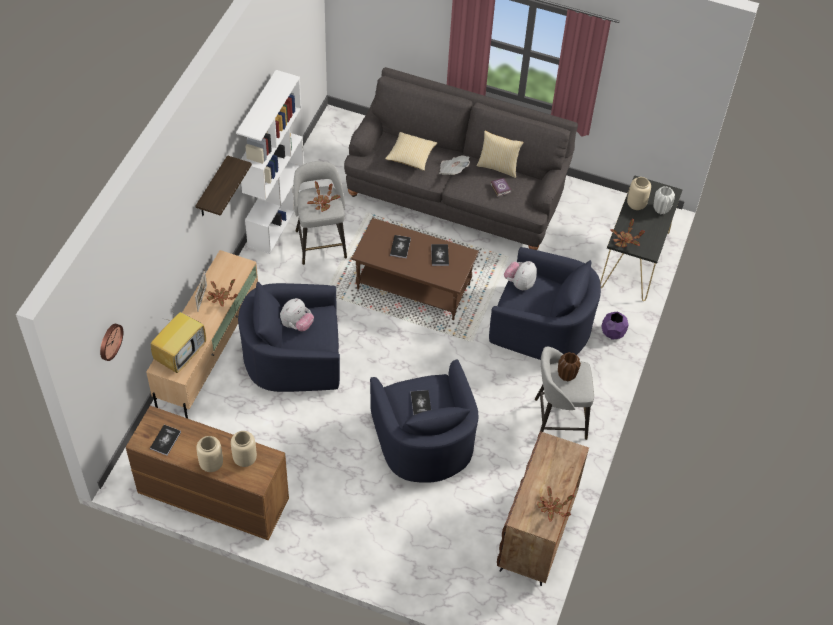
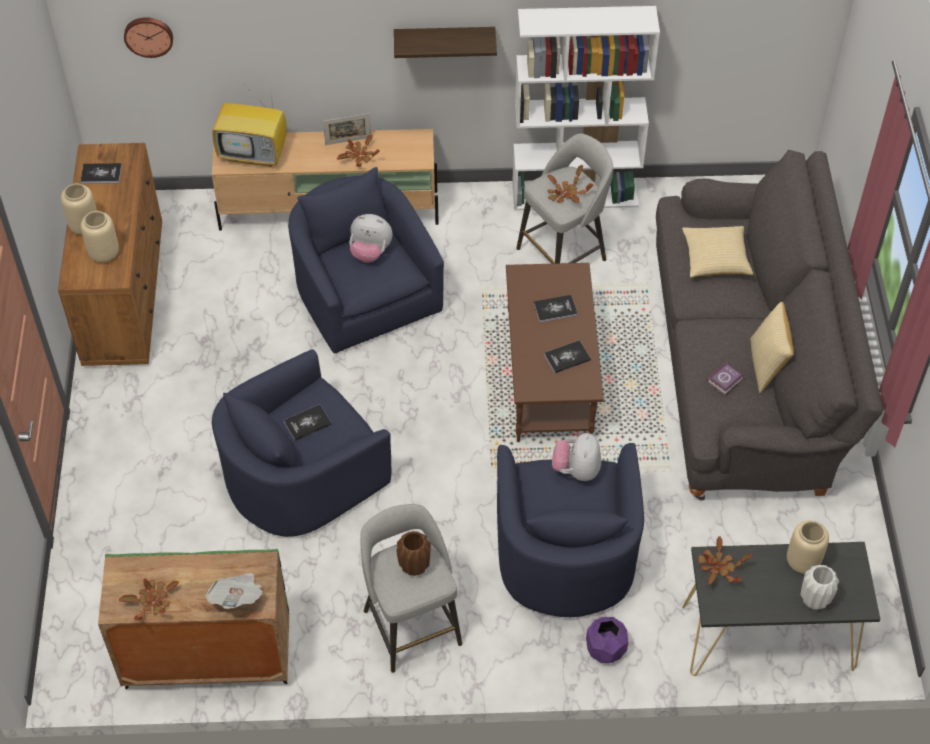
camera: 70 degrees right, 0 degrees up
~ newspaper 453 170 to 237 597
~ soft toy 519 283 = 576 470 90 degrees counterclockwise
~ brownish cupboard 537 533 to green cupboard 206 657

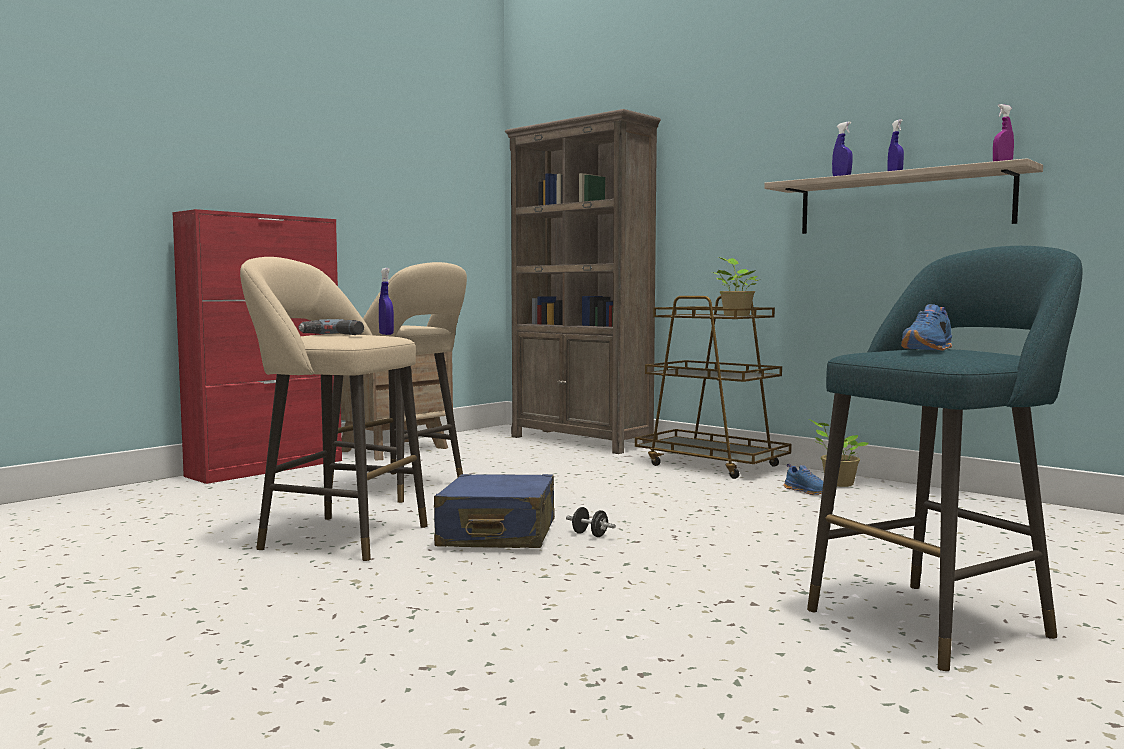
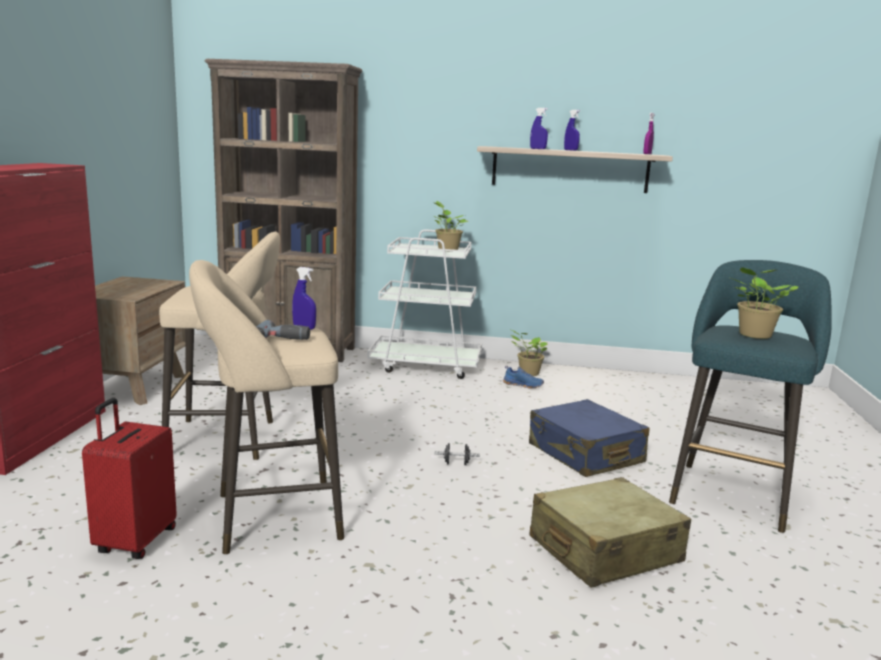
camera: 35 degrees left, 10 degrees up
~ brownish wheeled cart 711 465 to whitish wheeled cart 426 365
~ blue-coloured item of footwear 929 349 to houseplant 753 335
~ blue-coloured suitcase 497 534 to 585 454
+ reddish suitcase 135 541
+ beige-coloured suitcase 604 550

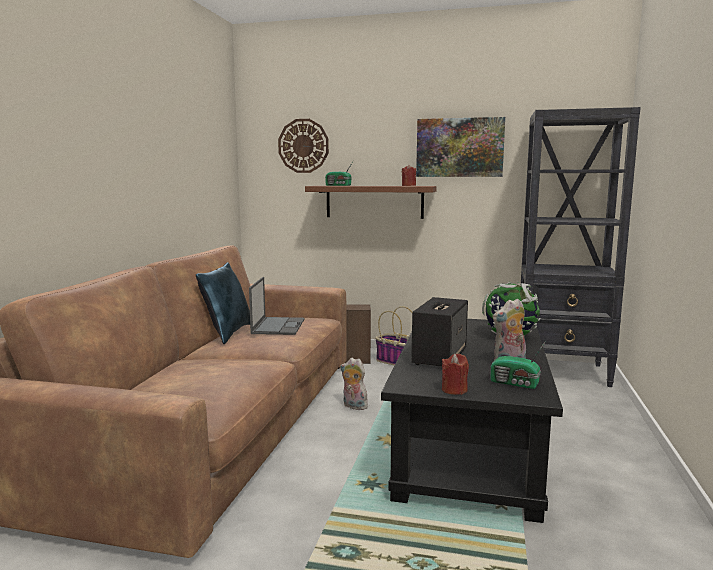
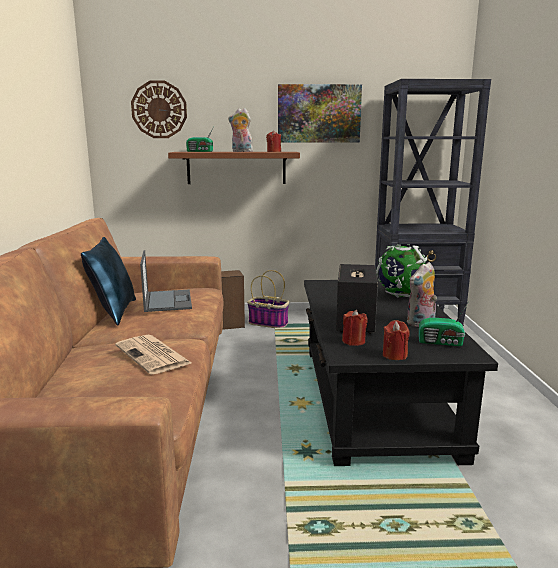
camera: 15 degrees left, 5 degrees up
~ soft toy 353 406 to 241 152
+ reddish wax candle 353 341
+ newspaper 153 355

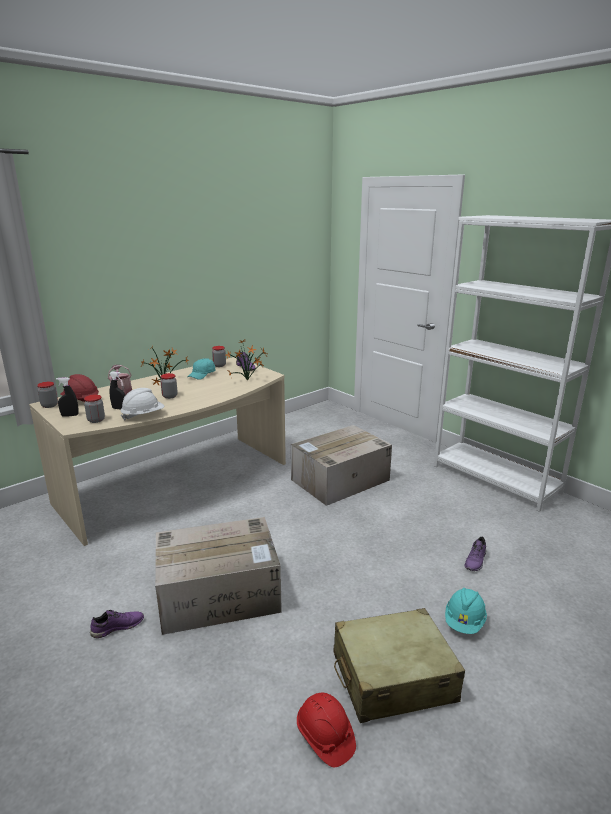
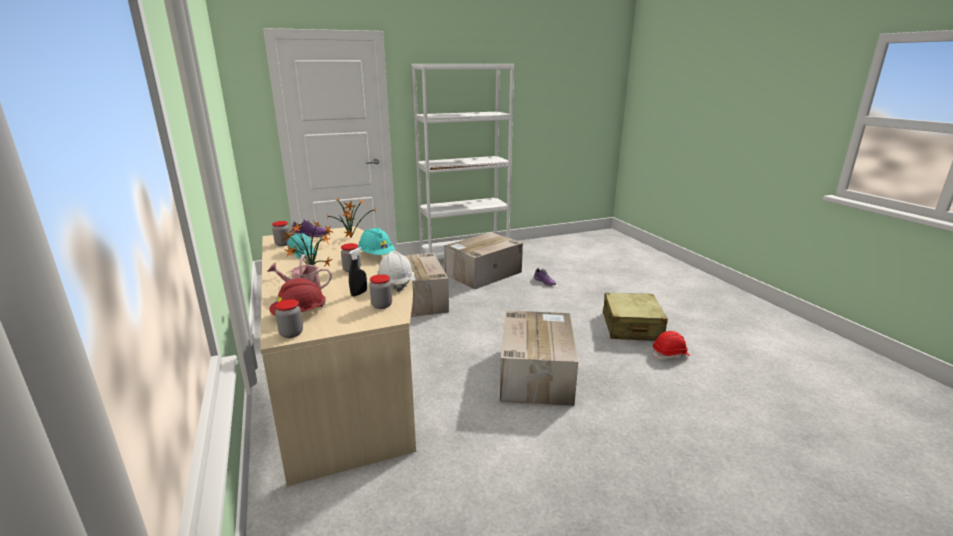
camera: 70 degrees left, 0 degrees up
- black-coloured sprayer 70 415
~ turquoise safety helmet 464 622 to 377 255
- purplish item of footwear 118 627
+ packing box 482 274

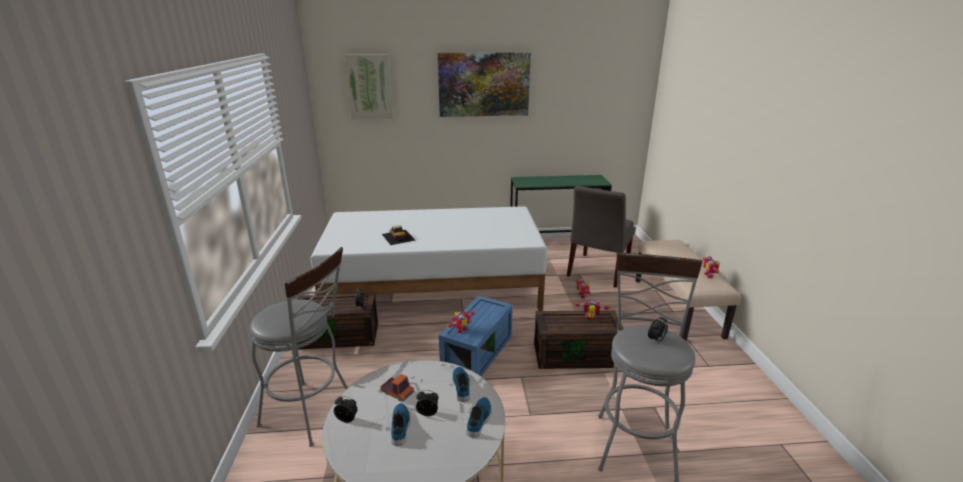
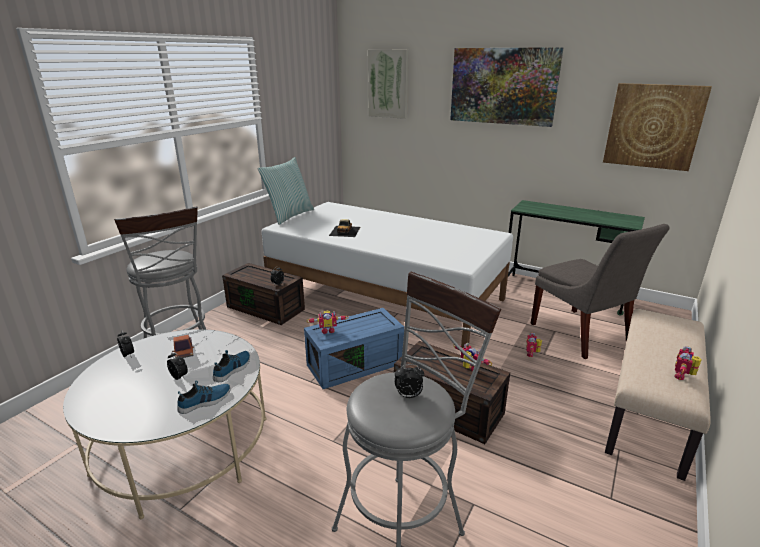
camera: 35 degrees right, 0 degrees up
~ gray upright chair 597 271 = 582 335 90 degrees counterclockwise
- item of footwear 401 426
+ wall art 653 126
+ throw pillow 289 215

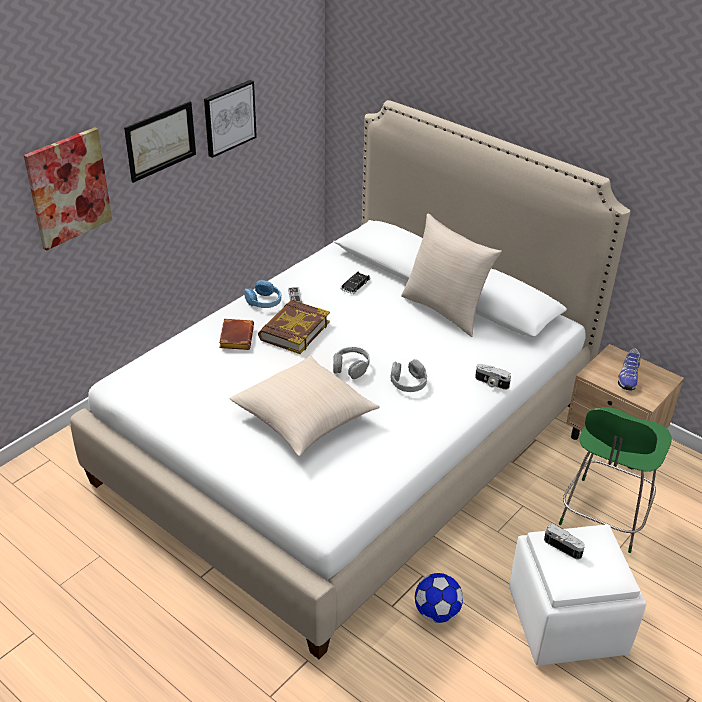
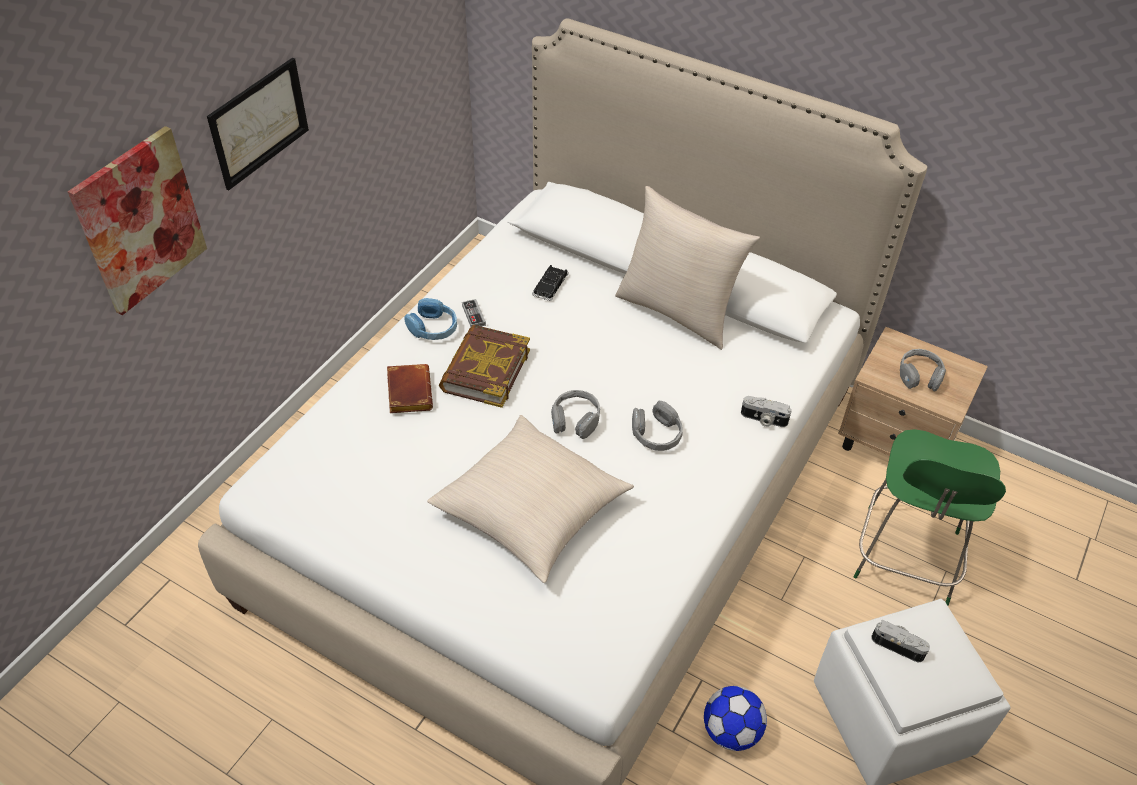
camera: 10 degrees left, 10 degrees up
- wall art 229 118
~ item of footwear 627 378 to gray headset 919 375

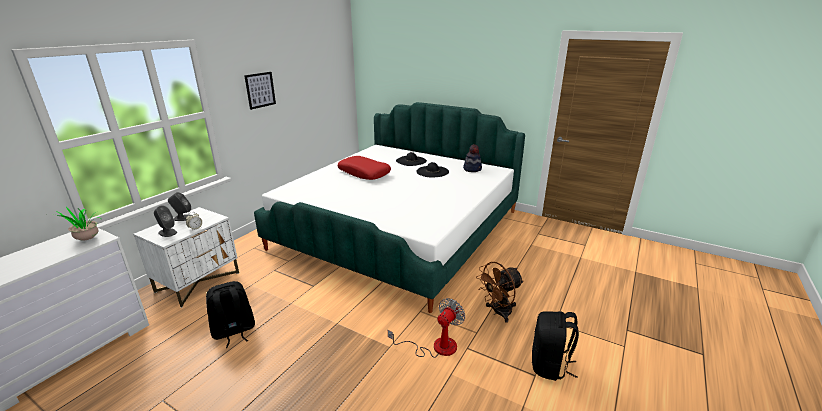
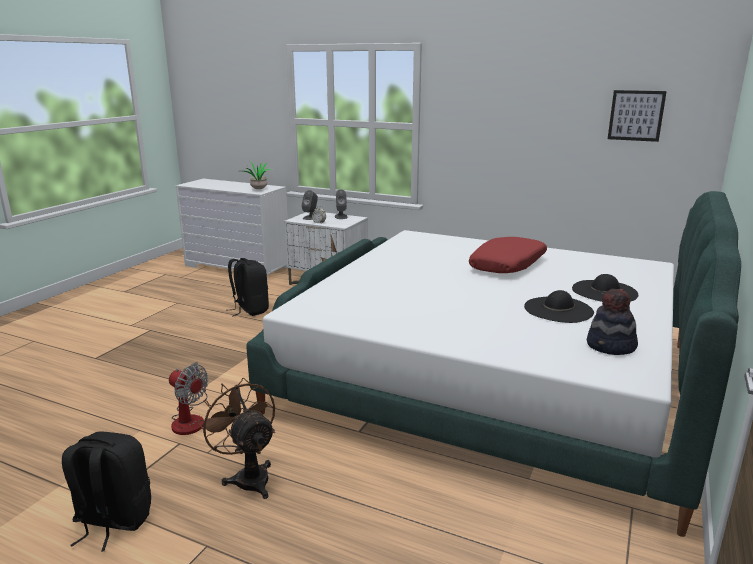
camera: 85 degrees right, 5 degrees down
~ wall art 260 90 to 636 115

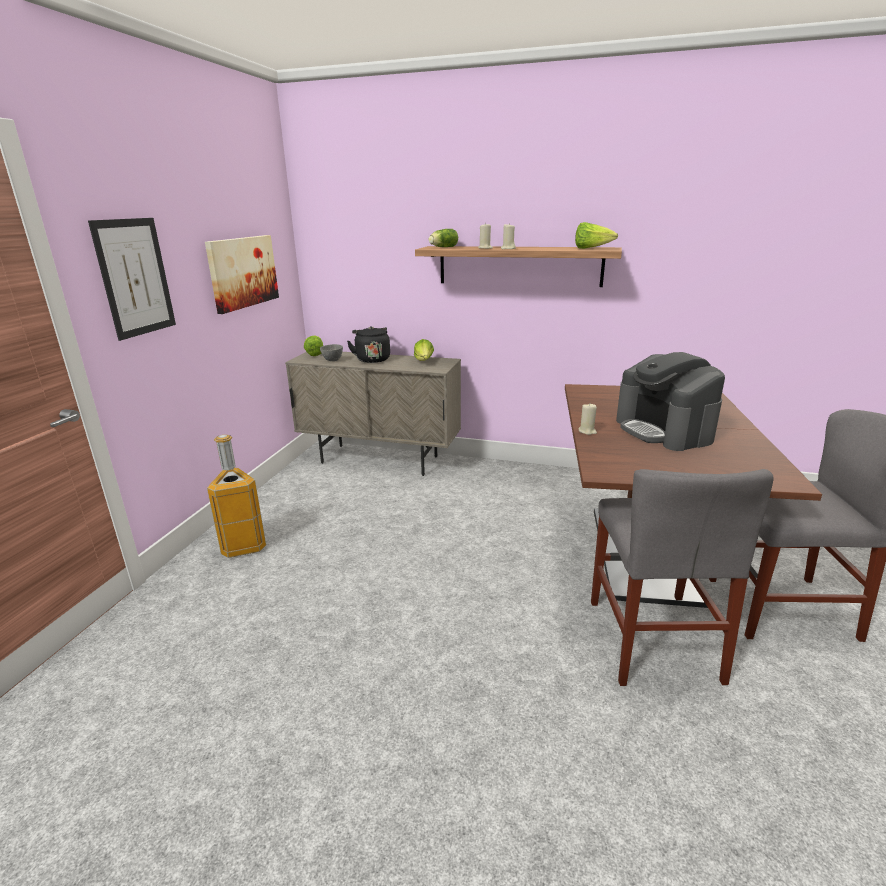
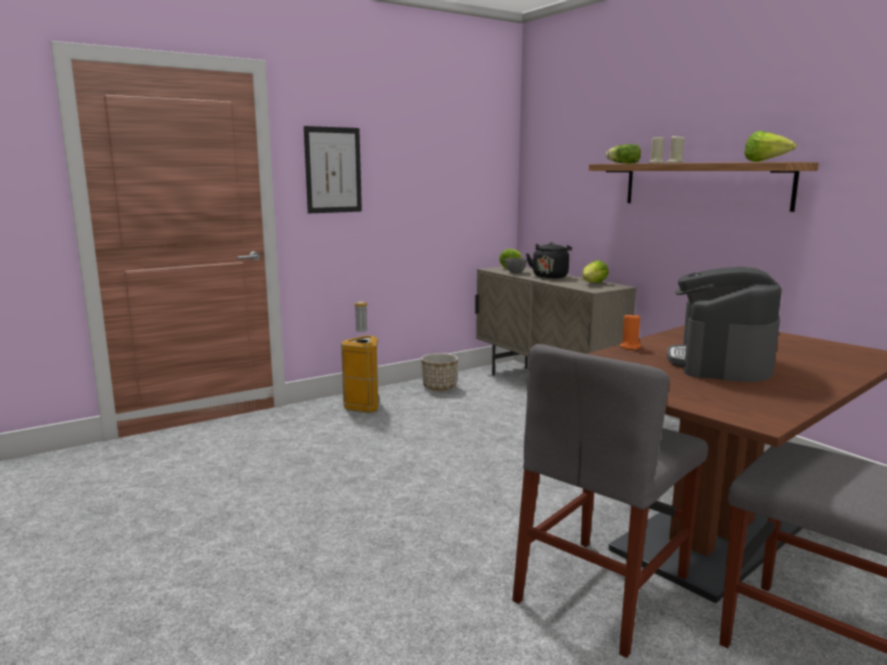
camera: 40 degrees right, 10 degrees down
- wall art 242 272
~ beige-coloured wax candle 587 431 to orange-coloured wax candle 630 347
+ plant pot 439 387

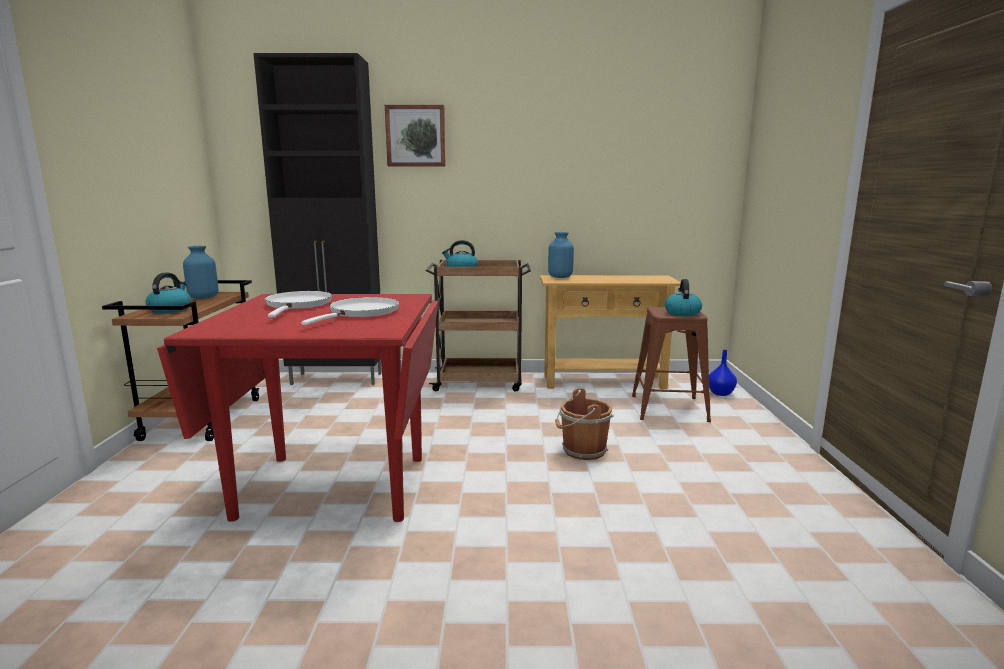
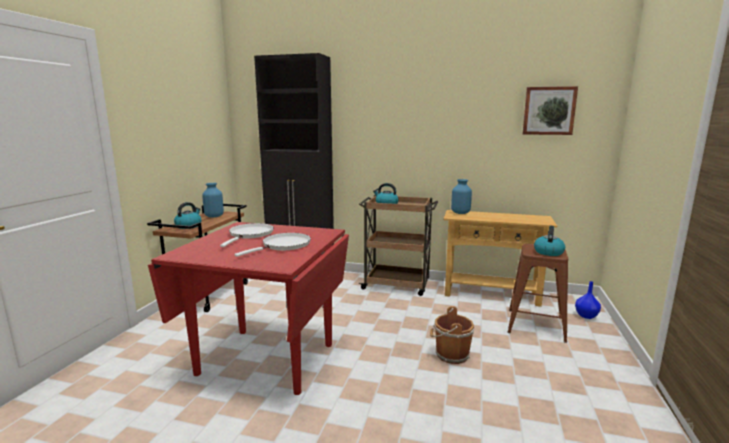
camera: 15 degrees right, 0 degrees up
~ wall art 416 136 to 549 111

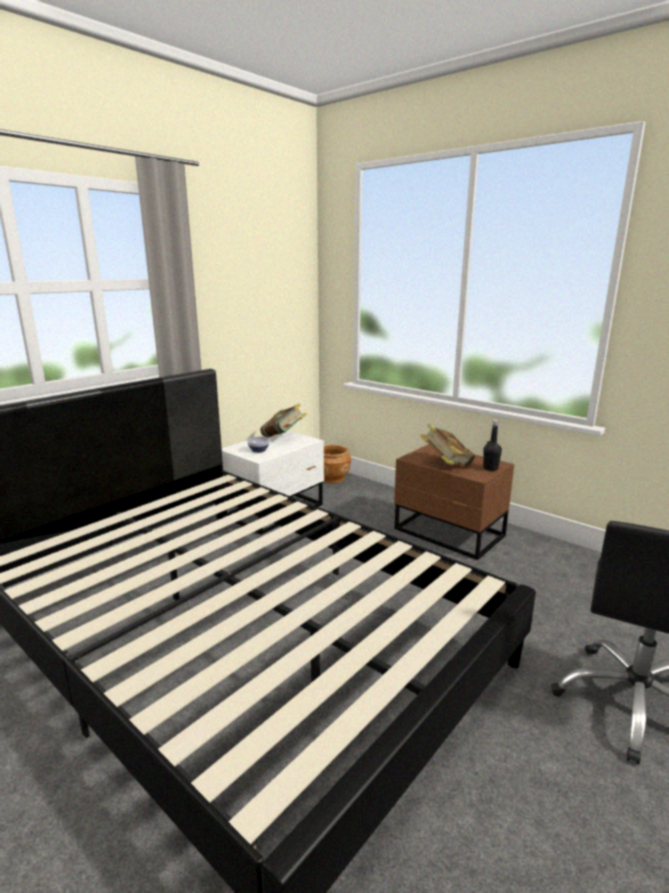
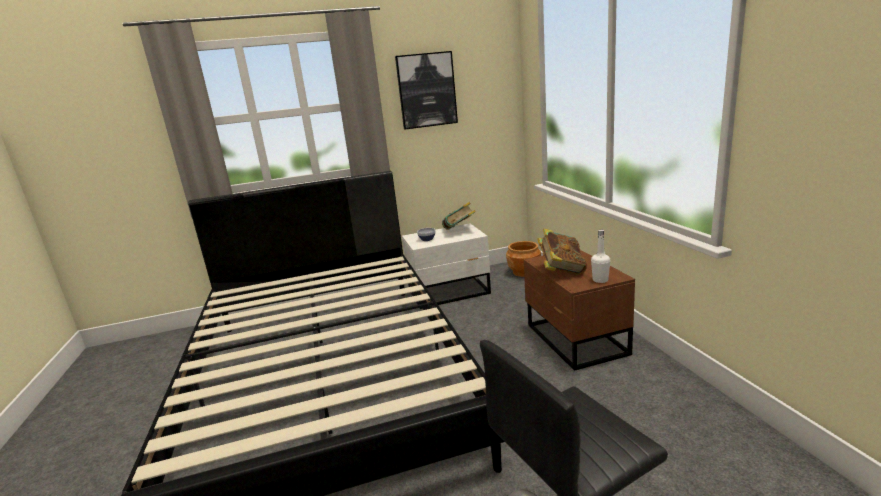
camera: 35 degrees right, 0 degrees up
~ black-coloured beverage bottle 490 468 to whitish beverage bottle 600 280
+ wall art 426 90

